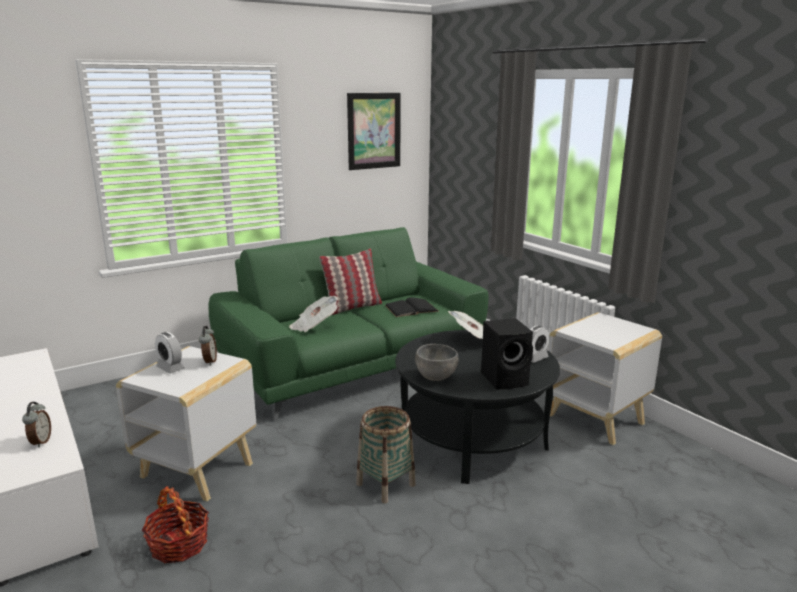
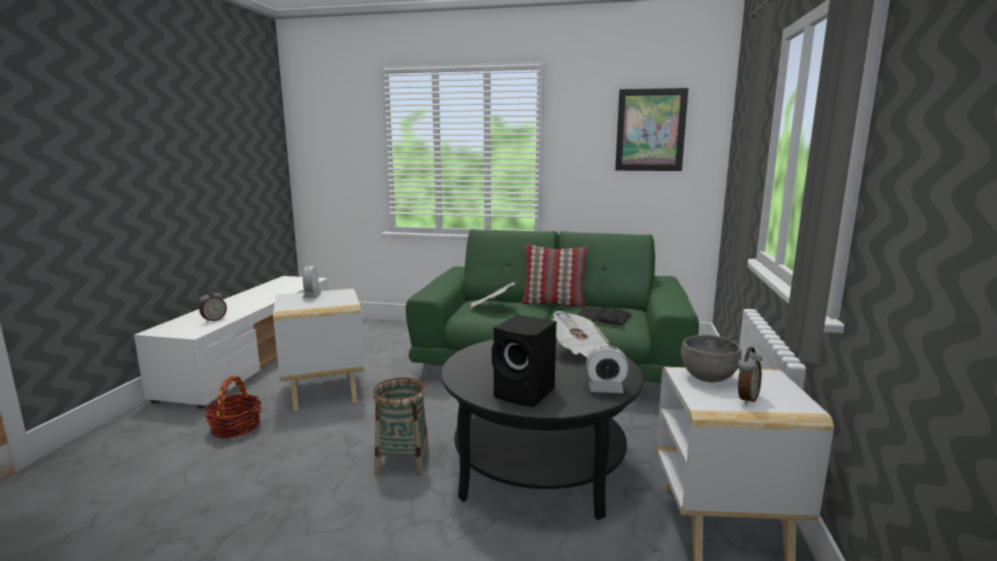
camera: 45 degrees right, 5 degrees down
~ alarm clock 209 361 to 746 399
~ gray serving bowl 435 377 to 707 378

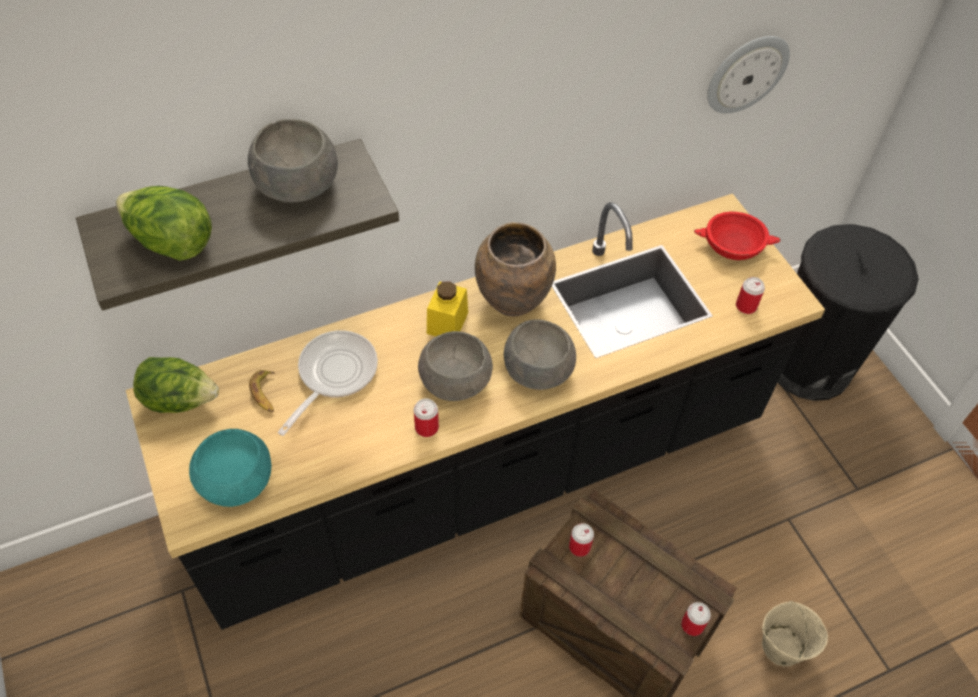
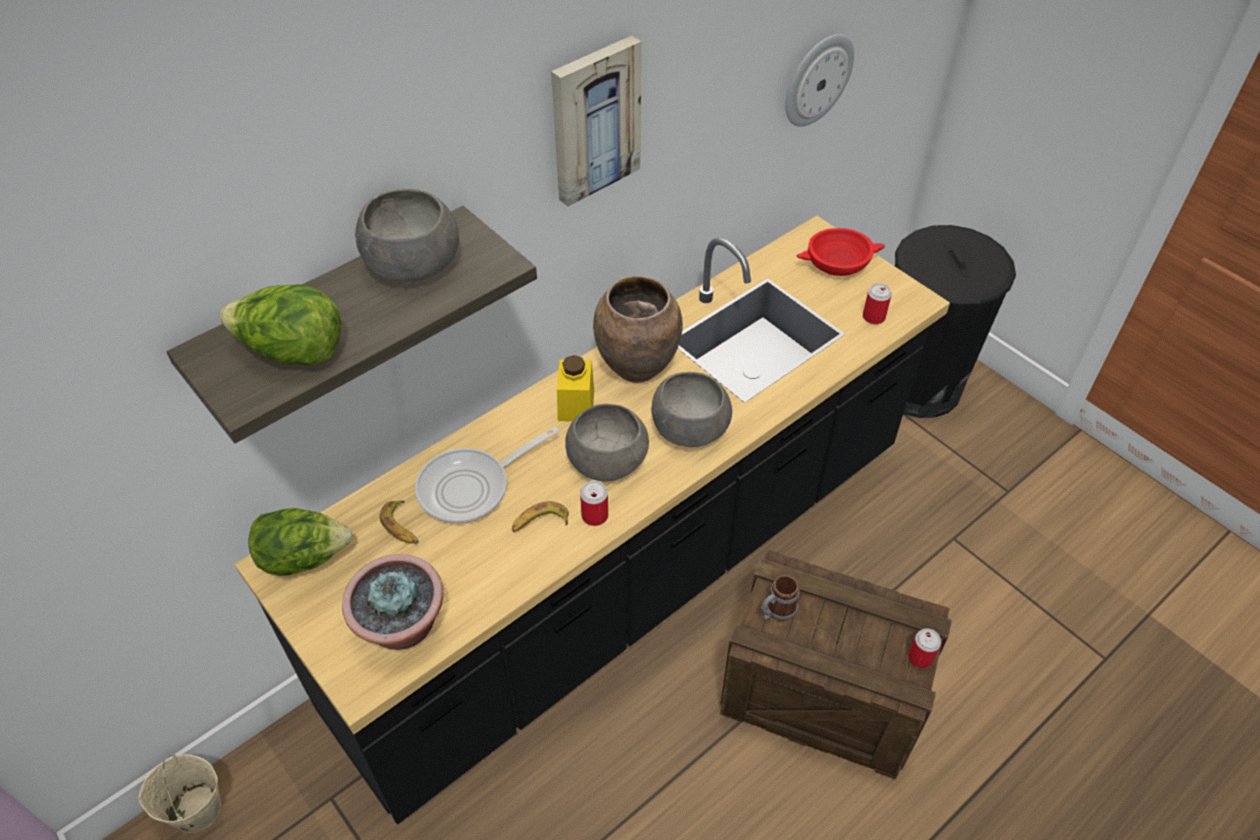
camera: 15 degrees left, 5 degrees down
~ frying pan 333 374 = 471 487 135 degrees counterclockwise
~ turquoise serving bowl 236 481 to houseplant 402 628
~ sealed can 579 547 to tea mug 776 611
~ beige-coloured water bucket 781 646 to 196 809
+ wall art 594 120
+ banana fruit 540 523

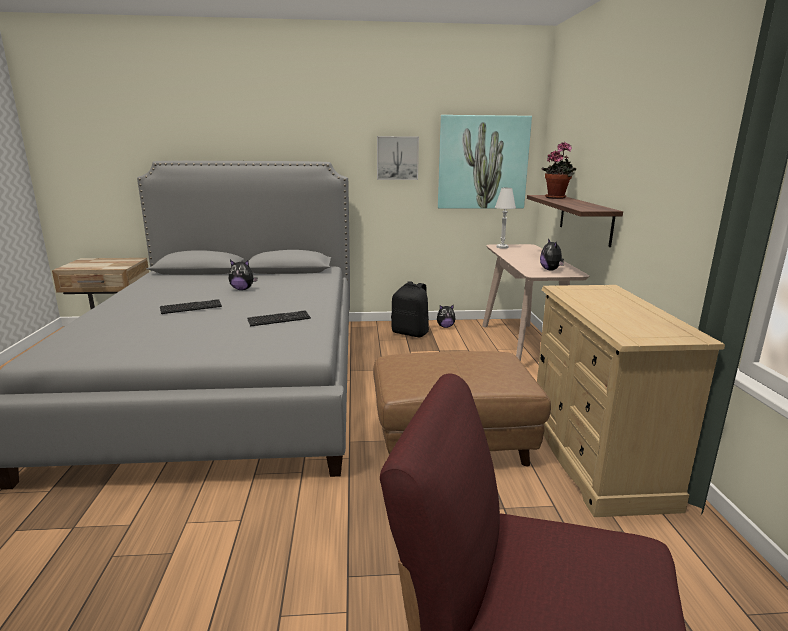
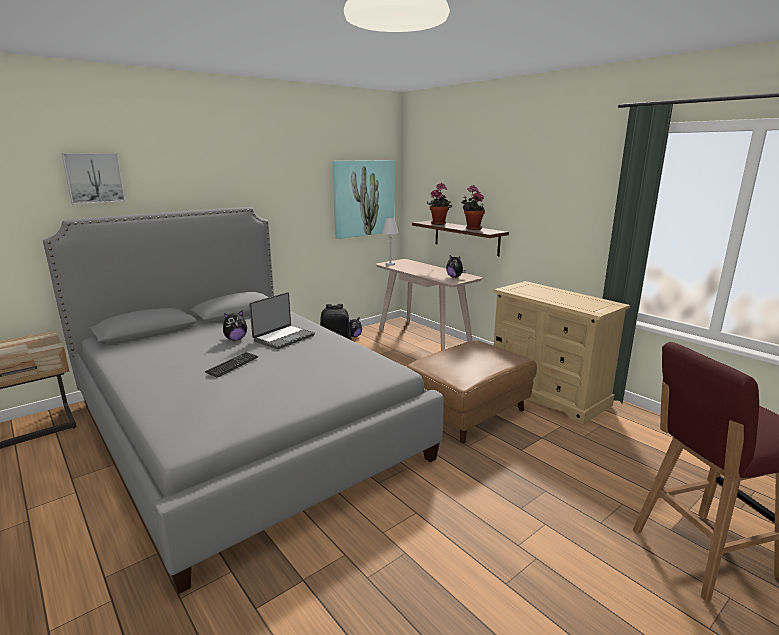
camera: 35 degrees left, 0 degrees up
~ wall art 397 158 to 94 178
- PC keyboard 279 319
+ houseplant 472 228
+ notebook computer 283 337

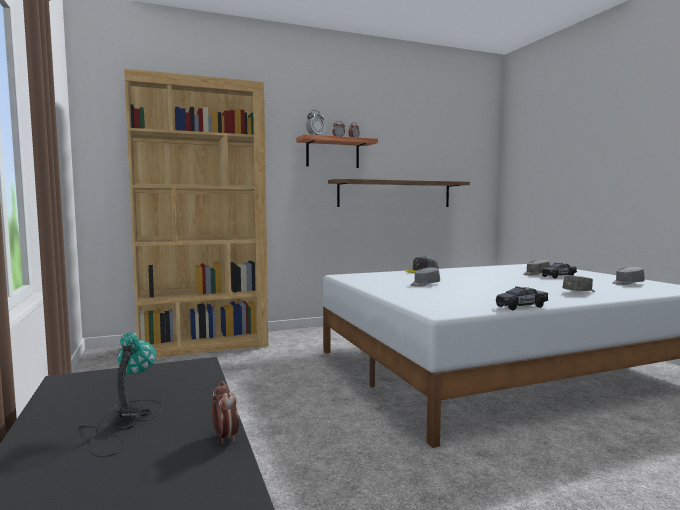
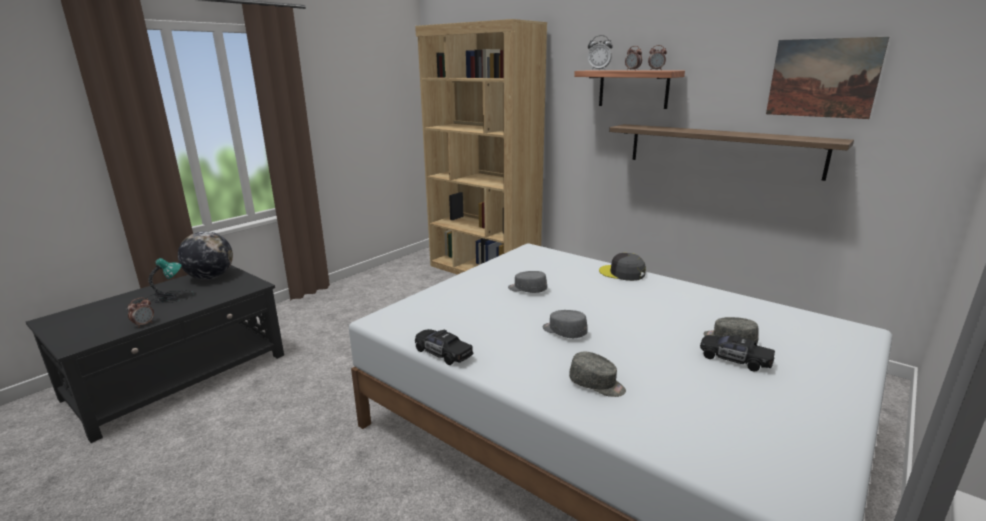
camera: 60 degrees right, 15 degrees up
~ gray cap 627 283 to 564 332
+ wall art 823 78
+ globe 210 277

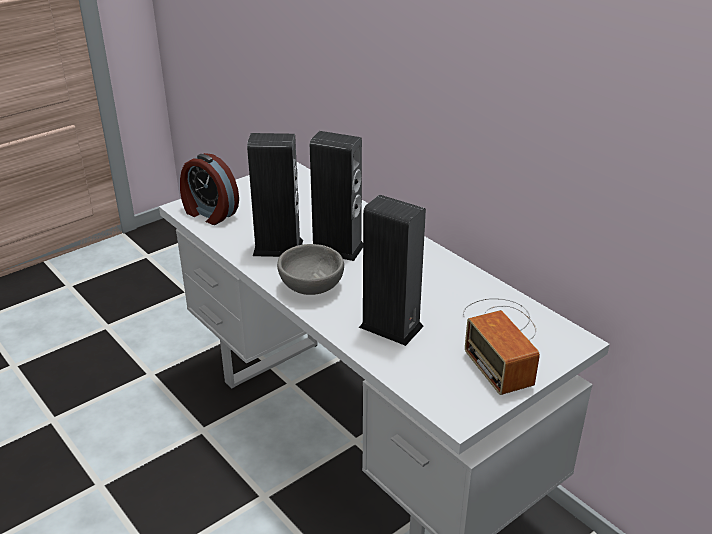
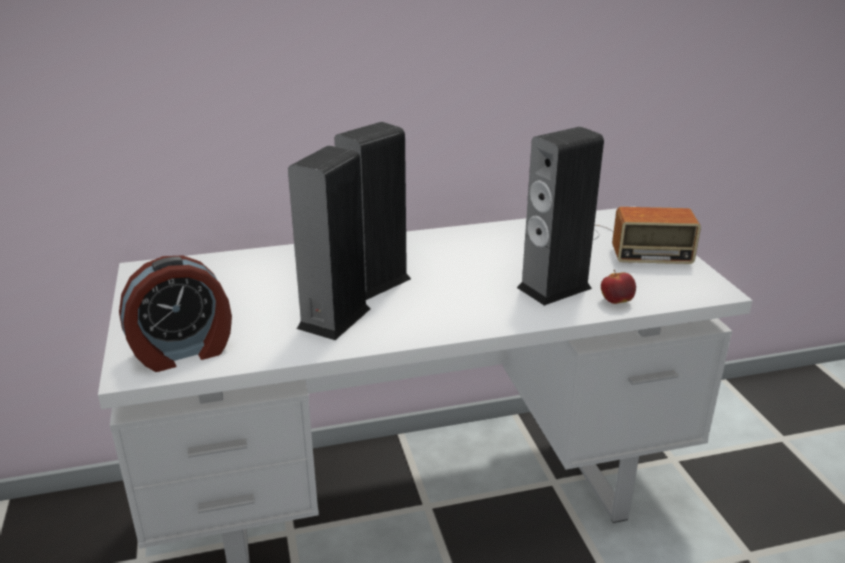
camera: 65 degrees left, 5 degrees down
- gray serving bowl 310 286
+ whole apple 616 302

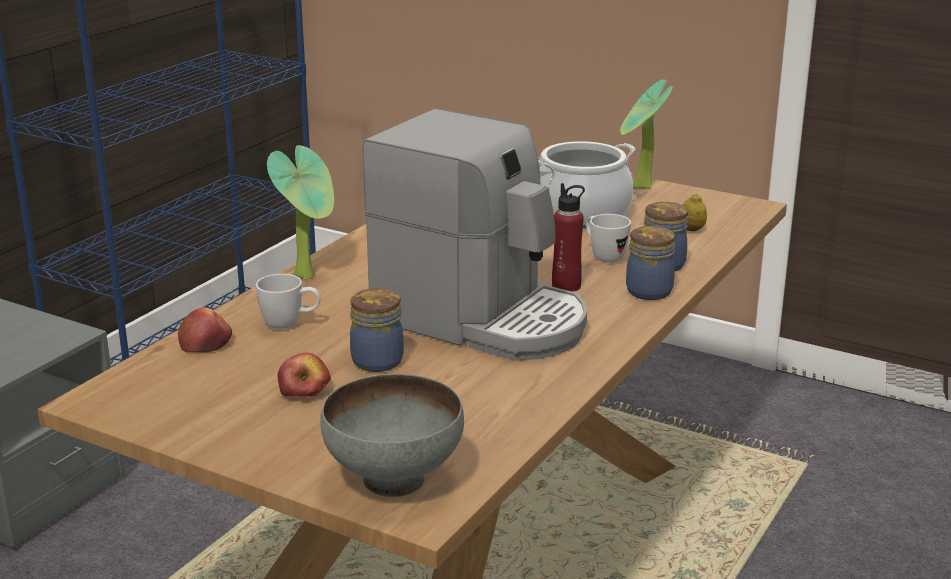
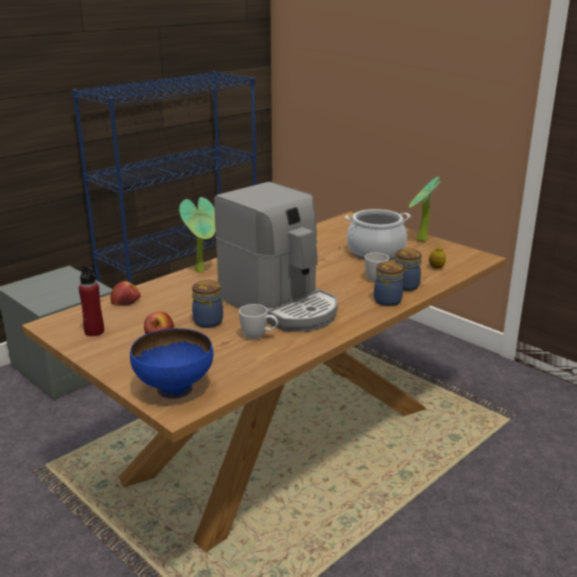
camera: 15 degrees right, 0 degrees up
~ reddish beverage bottle 566 286 to 94 331
~ whitish tea mug 290 324 to 259 336
~ gray serving bowl 393 481 to blue-coloured serving bowl 174 389

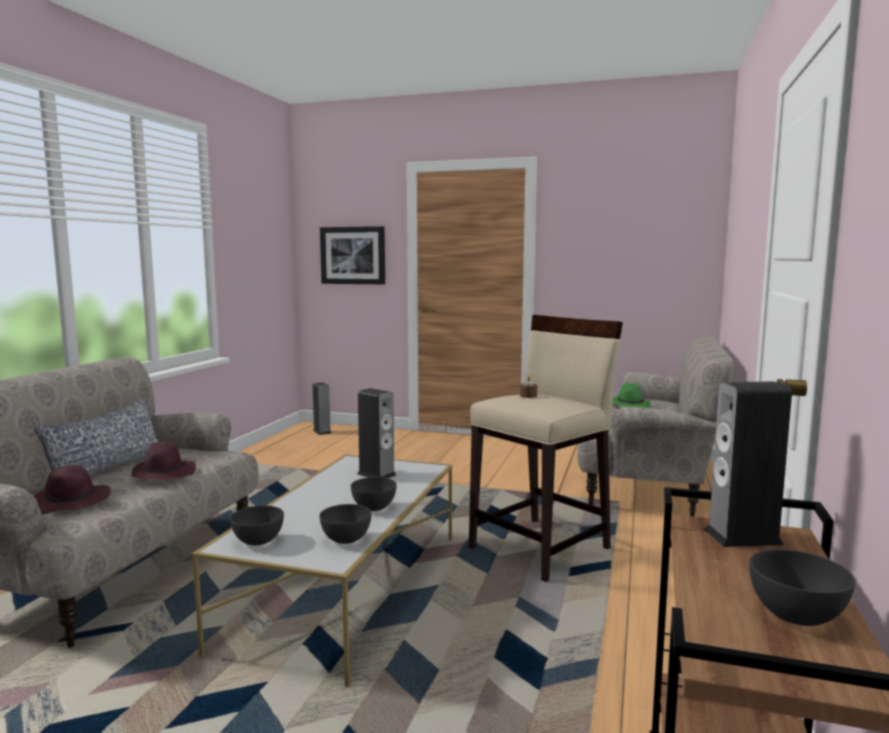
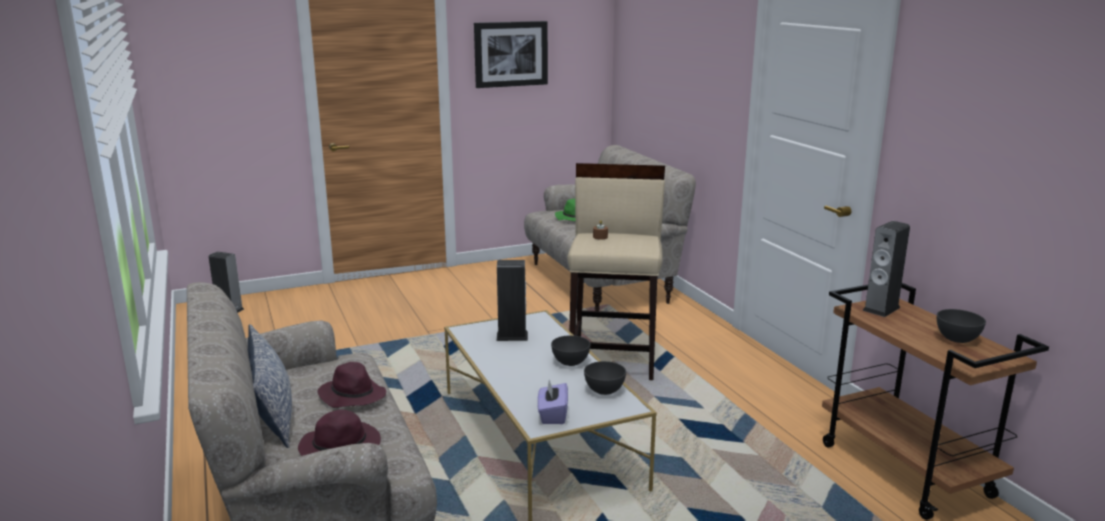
camera: 40 degrees left, 10 degrees up
~ wall art 353 255 to 511 54
~ gray serving bowl 258 541 to purplish tissue holder 552 415

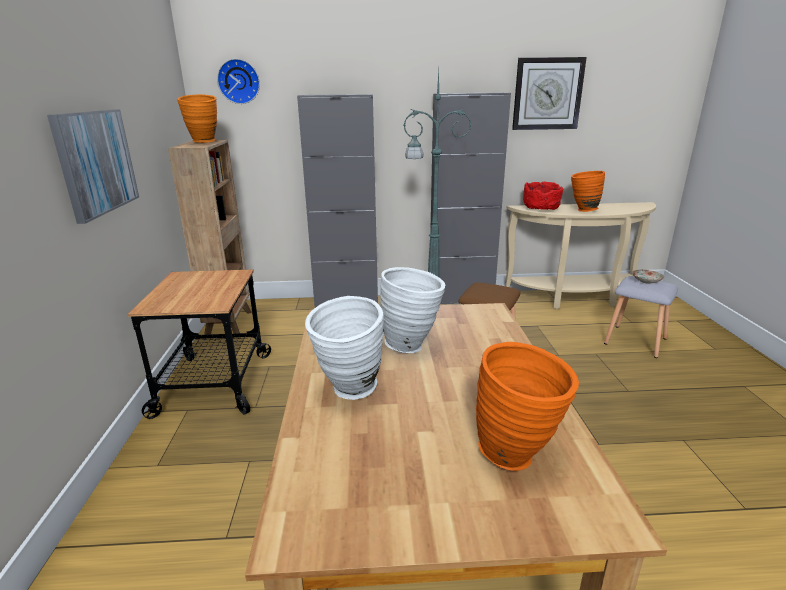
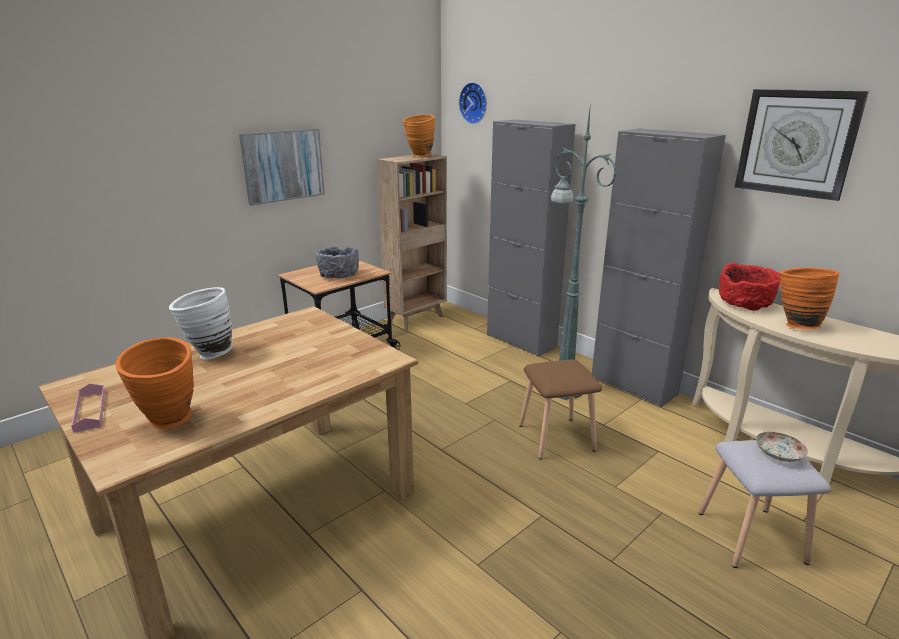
camera: 50 degrees right, 0 degrees up
- whitish vase 412 345
+ gray serving bowl 338 275
+ pink-coloured serving tray 90 411

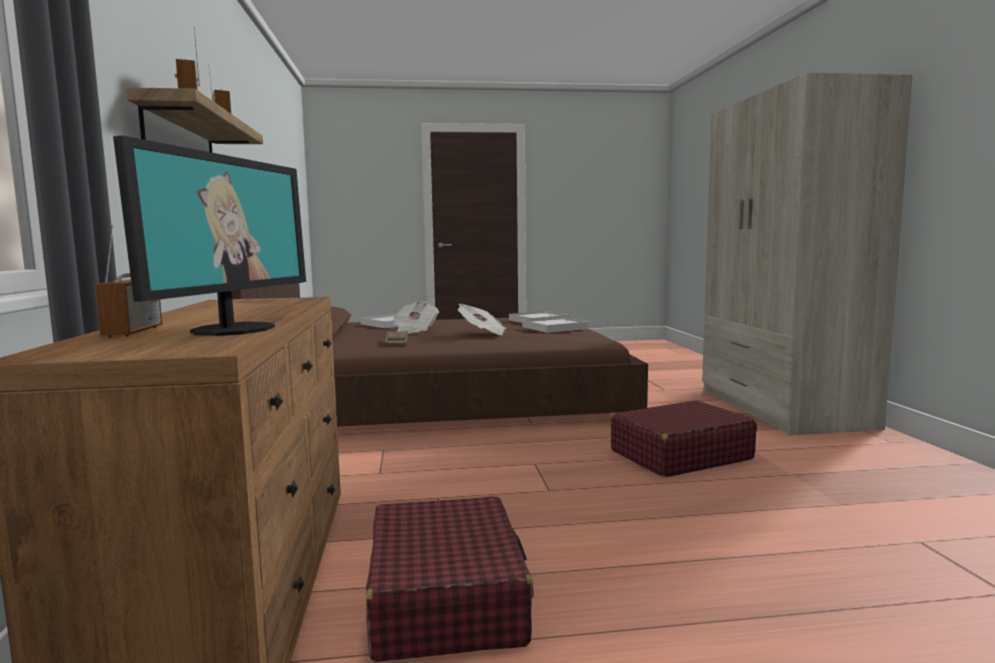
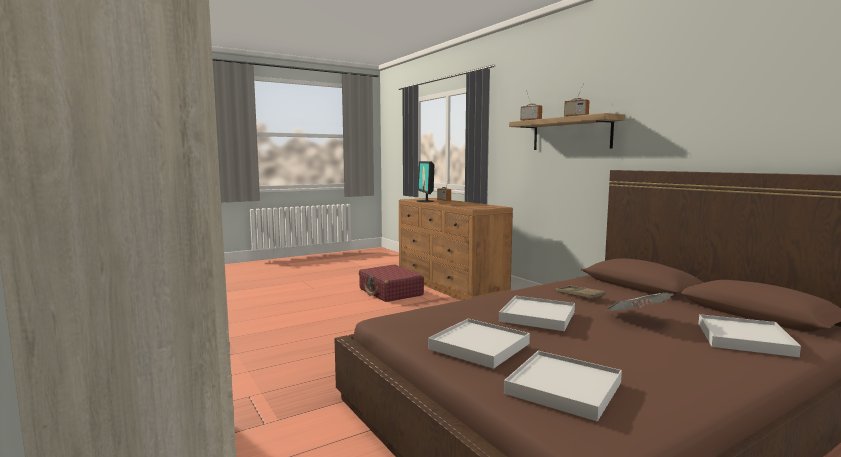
camera: 155 degrees right, 0 degrees up
~ newspaper 482 333 to whitish serving tray 537 316
- reddish suitcase 680 455

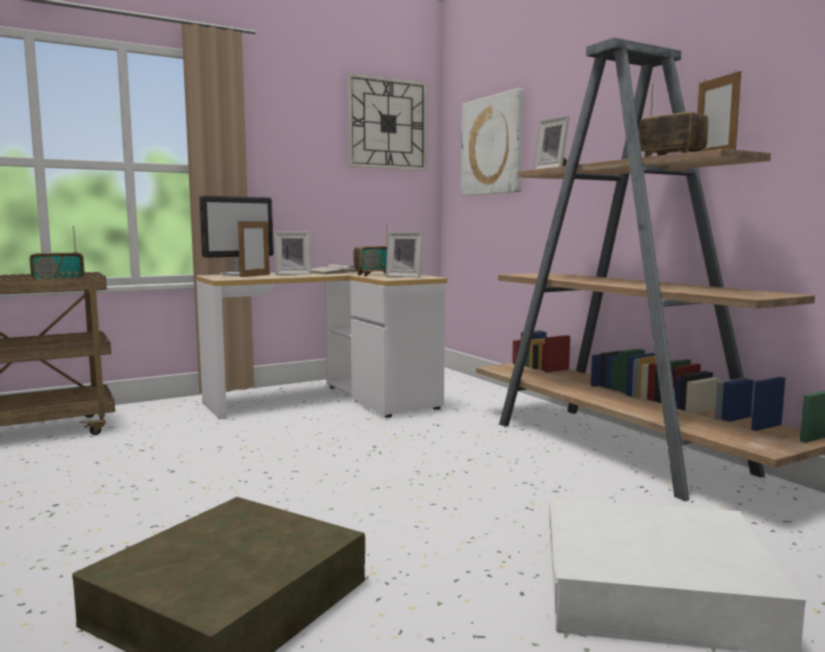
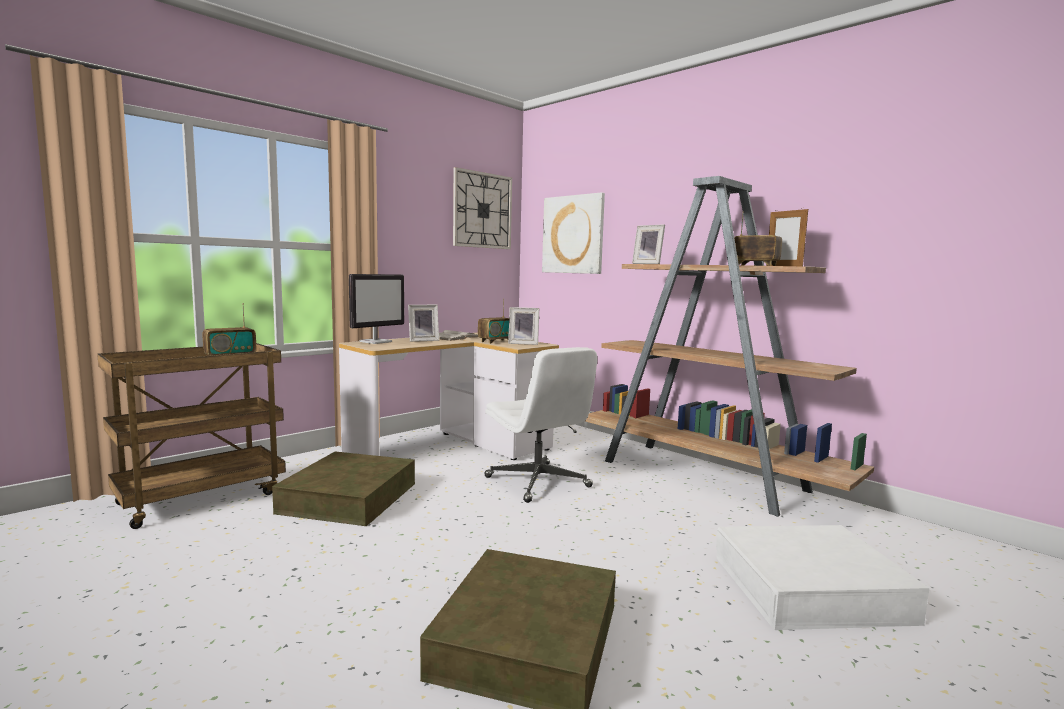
camera: 15 degrees left, 0 degrees up
- picture frame 255 275
+ whitish desk chair 538 482
+ brownish storage bin 349 498

